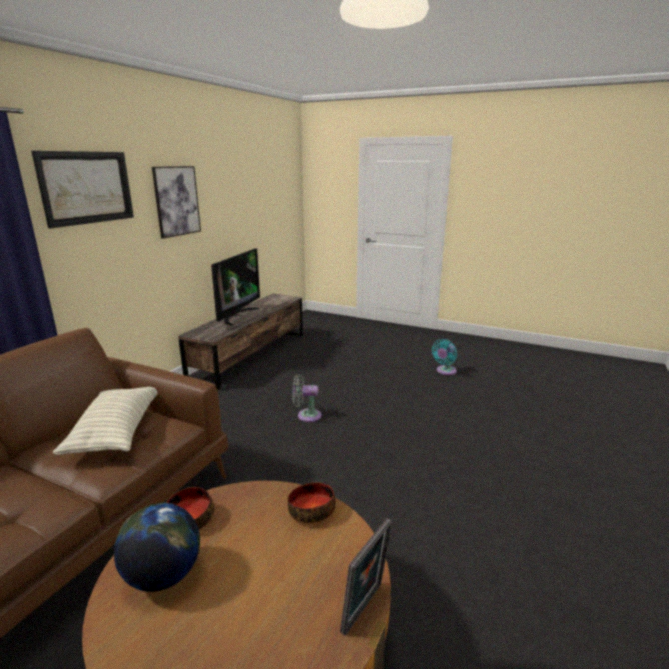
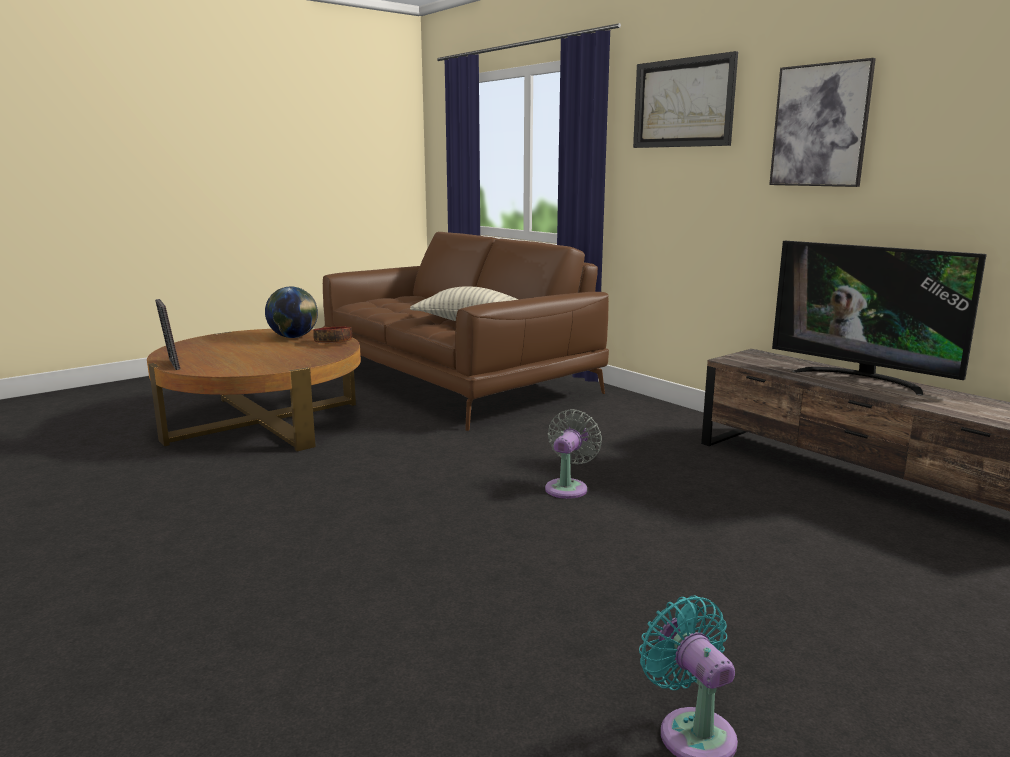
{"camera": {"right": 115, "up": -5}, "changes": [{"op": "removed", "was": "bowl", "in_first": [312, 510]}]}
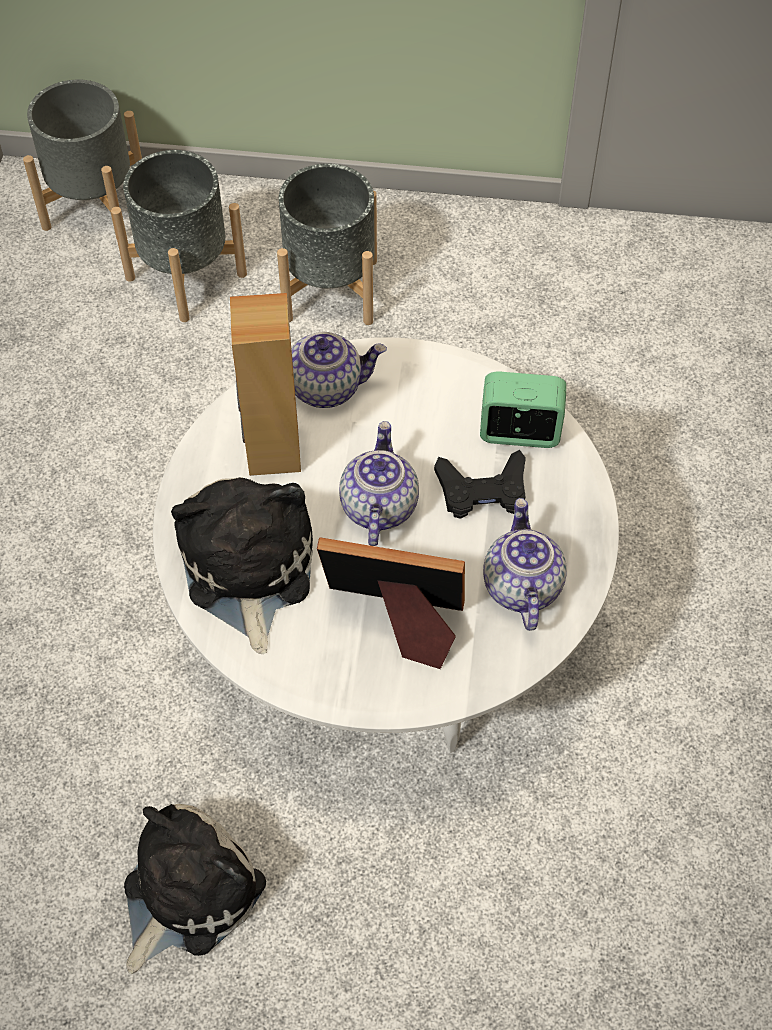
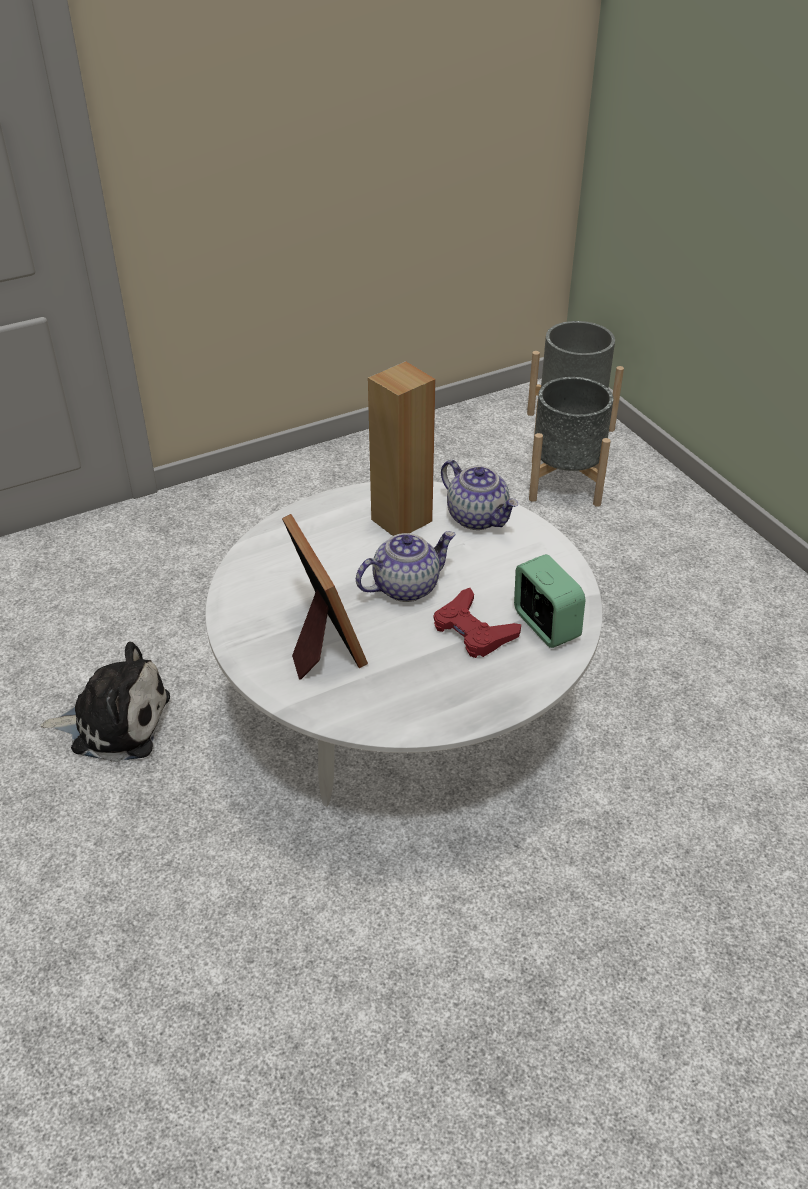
{"camera": {"right": 55, "up": -15}, "changes": [{"op": "removed", "was": "plush toy", "in_first": [247, 570]}, {"op": "removed", "was": "planter in grey", "in_first": [329, 289]}, {"op": "recoloured", "was": "game controller in black", "now": "game controller in red", "in_first": [482, 490], "in_second": [473, 630]}, {"op": "removed", "was": "teapot", "in_first": [520, 586]}]}
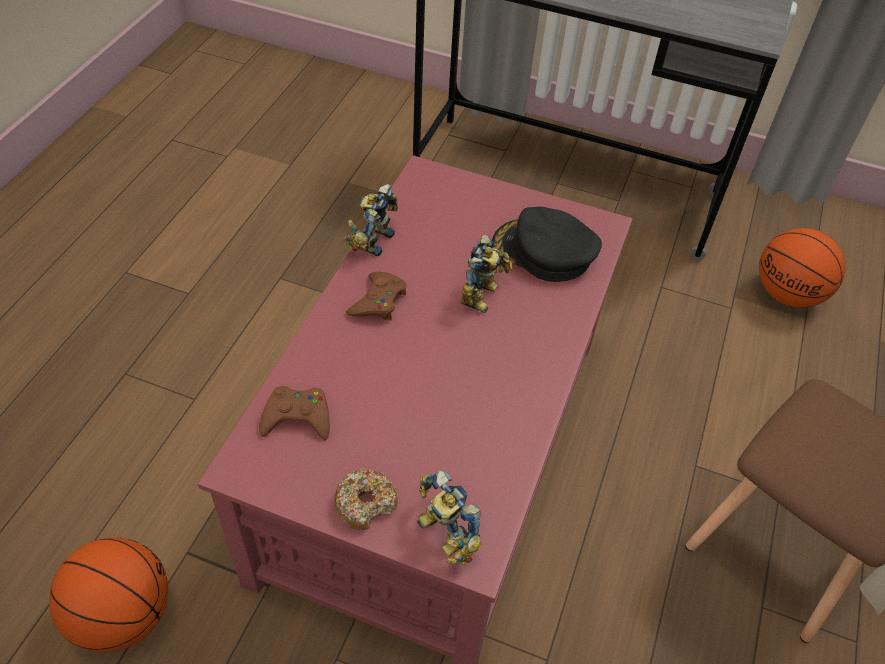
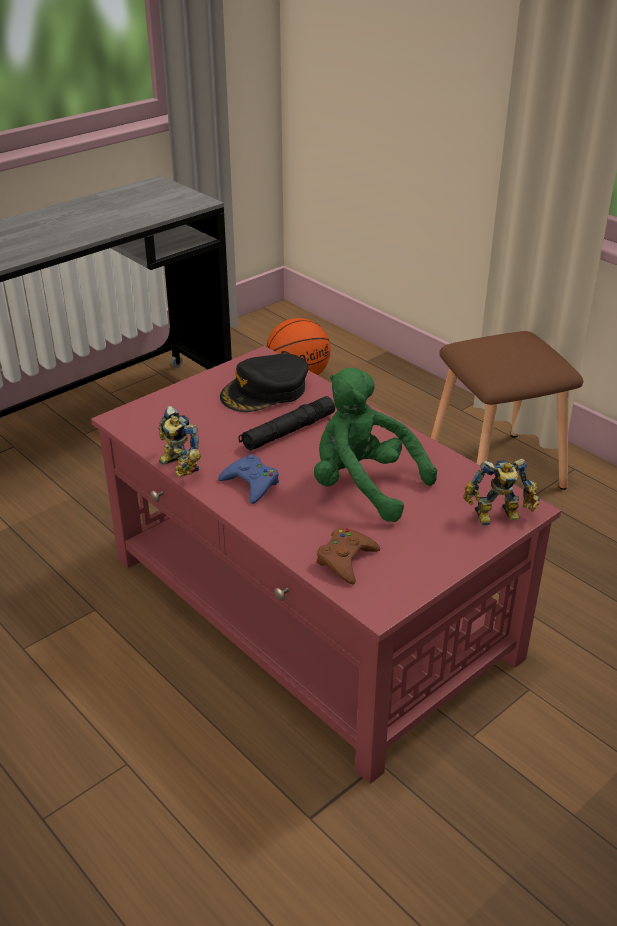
{"camera": {"right": -60, "up": -15}, "changes": [{"op": "removed", "was": "basketball", "in_first": [121, 614]}, {"op": "removed", "was": "donut", "in_first": [365, 503]}, {"op": "recoloured", "was": "game controller in brown", "now": "game controller in blue", "in_first": [378, 301], "in_second": [251, 484]}, {"op": "replaced", "was": "toy robot", "now": "flashlight in black", "in_first": [483, 296], "in_second": [288, 432]}, {"op": "added", "now": "plush toy in green", "in_second": [363, 486]}]}
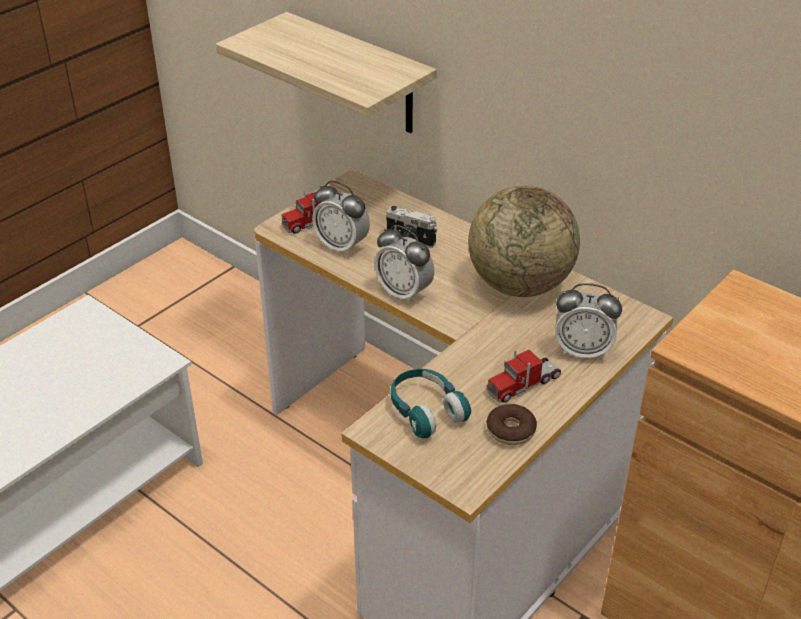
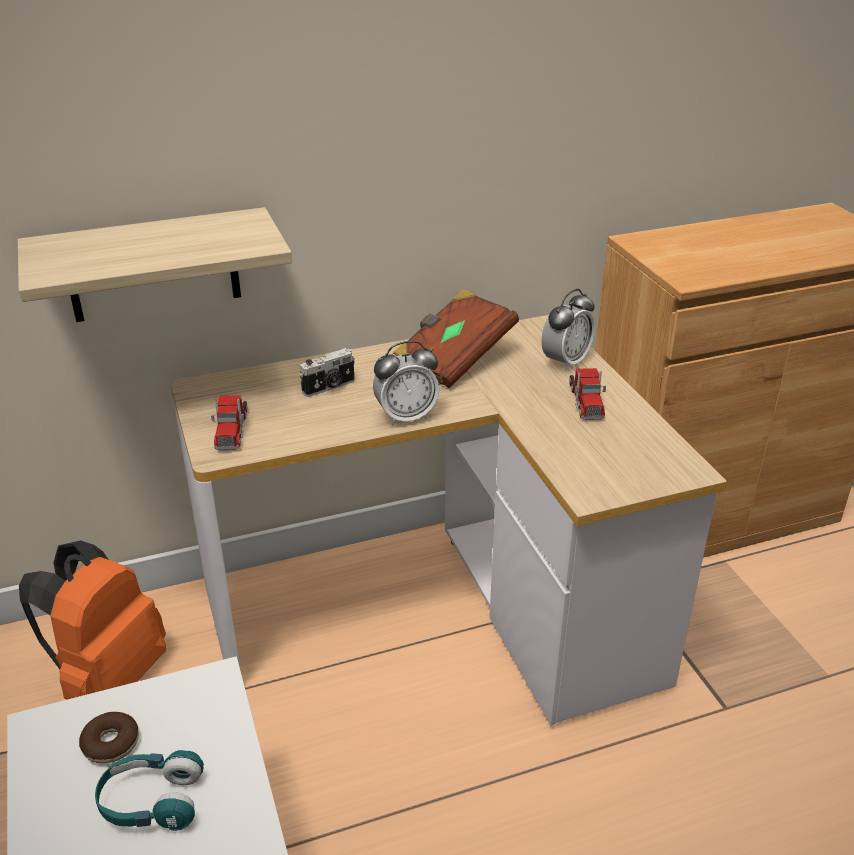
{"camera": {"right": -60, "up": -5}, "changes": [{"op": "removed", "was": "alarm clock", "in_first": [342, 246]}, {"op": "moved", "was": "headphones in turquoise", "in_first": [426, 411], "in_second": [151, 802]}, {"op": "replaced", "was": "globe", "now": "book in brown", "in_first": [519, 284], "in_second": [454, 358]}, {"op": "moved", "was": "donut", "in_first": [510, 430], "in_second": [111, 743]}, {"op": "added", "now": "backpack in orange", "in_second": [109, 677]}]}
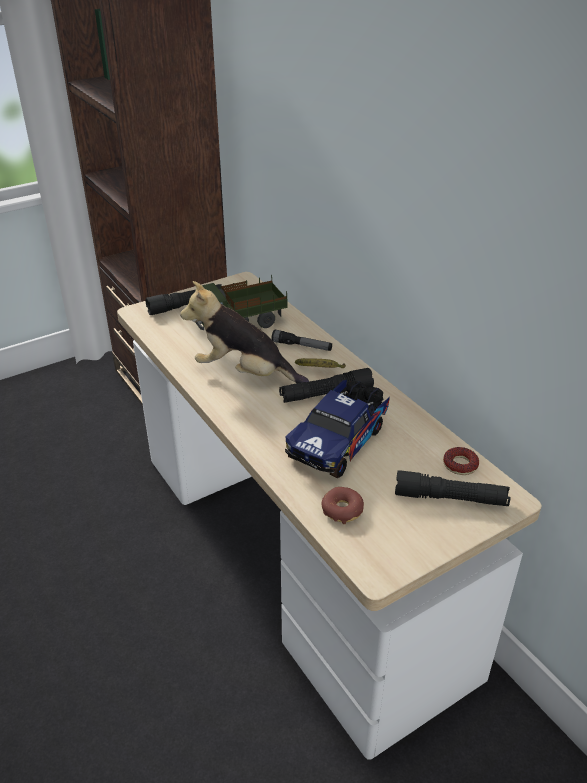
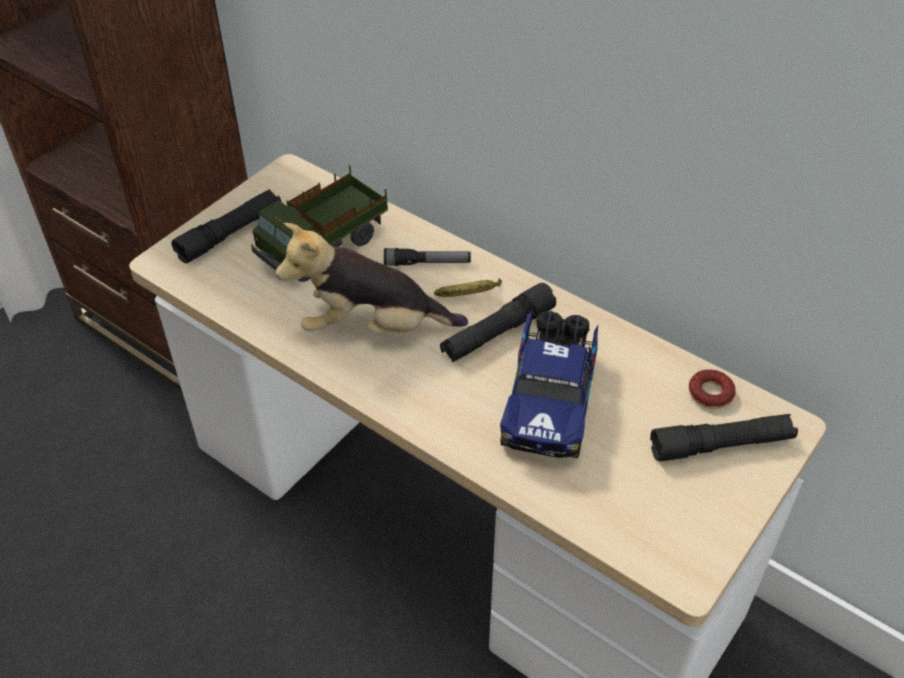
{"camera": {"right": -20, "up": 10}, "changes": [{"op": "removed", "was": "donut", "in_first": [342, 510]}]}
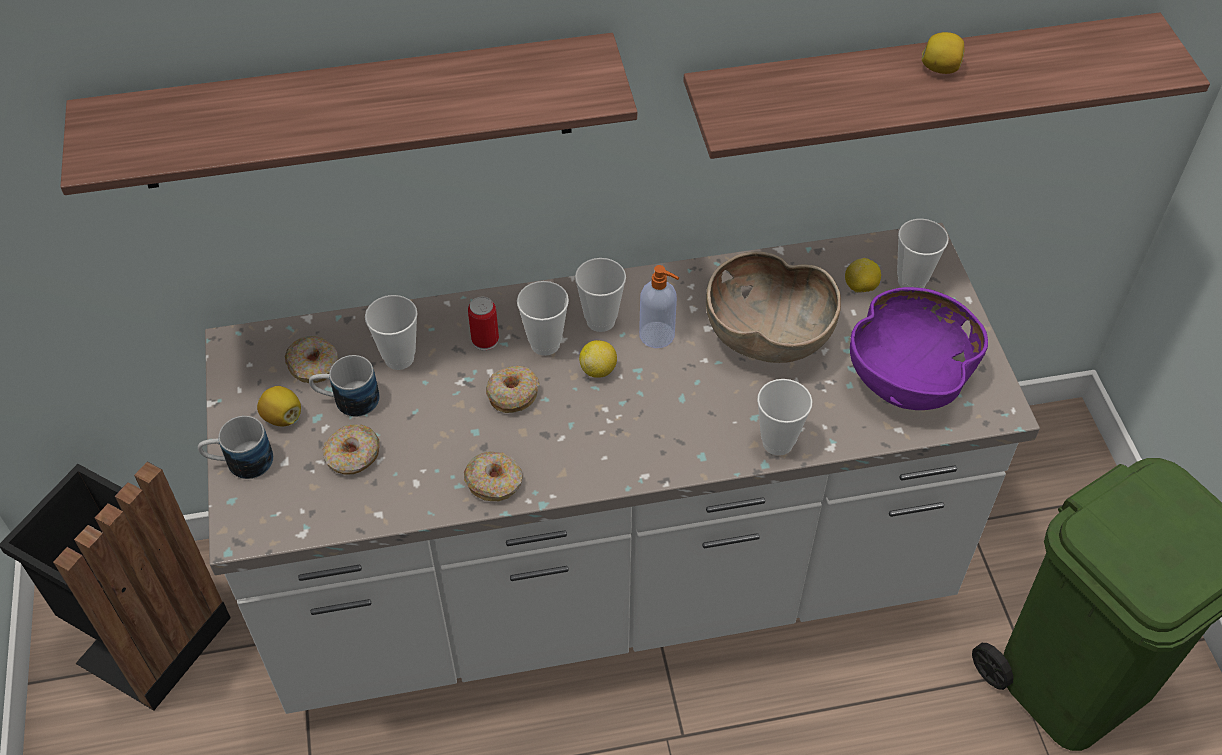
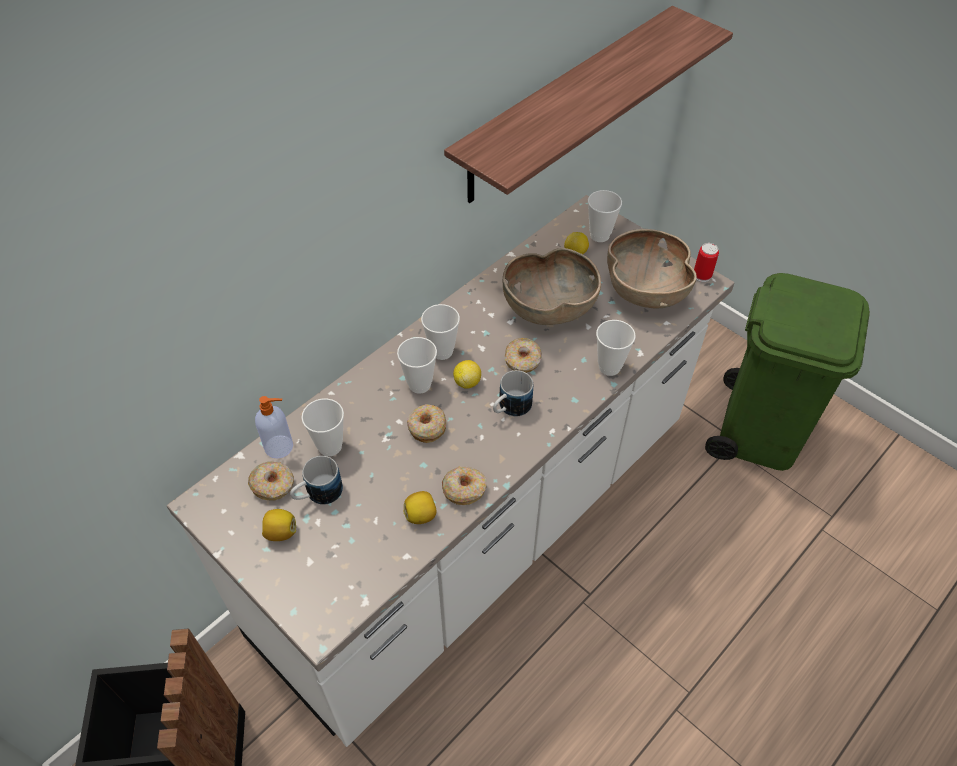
{"camera": {"right": -35, "up": 0}, "changes": [{"op": "removed", "was": "shelf", "in_first": [355, 112]}, {"op": "moved", "was": "mug", "in_first": [240, 463], "in_second": [510, 408]}, {"op": "moved", "was": "donut", "in_first": [353, 456], "in_second": [523, 360]}, {"op": "moved", "was": "can", "in_first": [485, 340], "in_second": [702, 275]}, {"op": "moved", "was": "soap dispenser", "in_first": [658, 335], "in_second": [280, 447]}, {"op": "recoloured", "was": "bowl in purple", "now": "bowl in brown", "in_first": [907, 376], "in_second": [644, 290]}, {"op": "moved", "was": "lemon", "in_first": [940, 68], "in_second": [421, 515]}]}
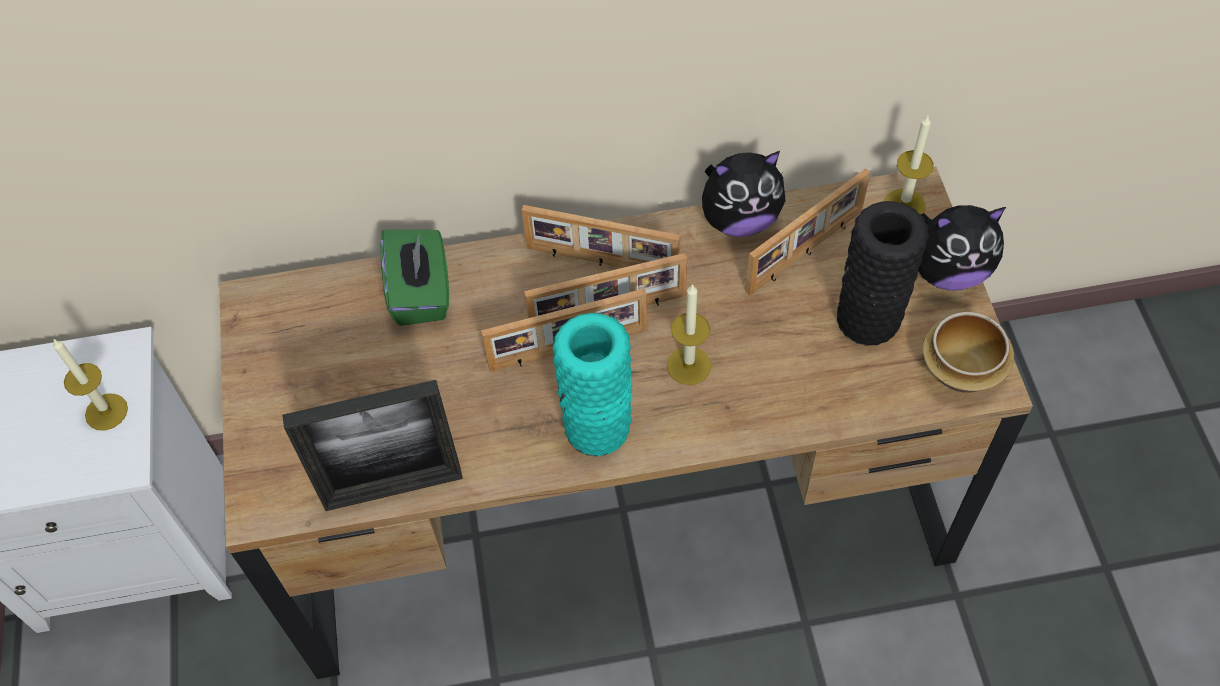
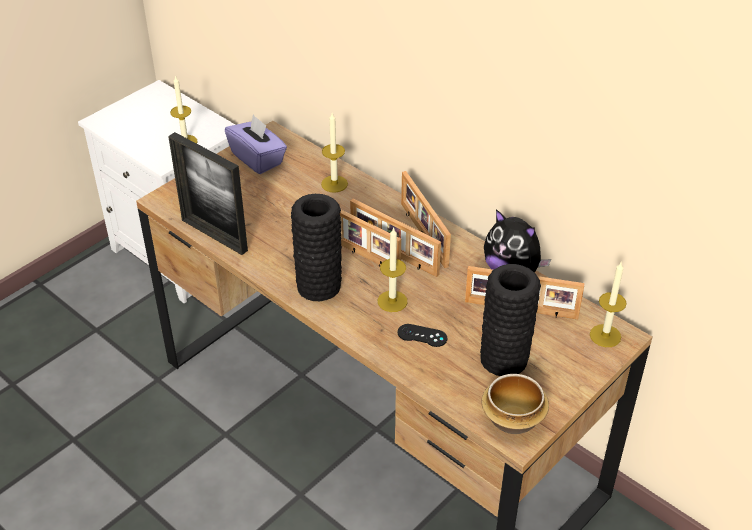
{"camera": {"right": 50, "up": -15}, "changes": [{"op": "replaced", "was": "tissue box in green", "now": "candle", "in_first": [421, 293], "in_second": [334, 184]}, {"op": "recoloured", "was": "vase in turquoise", "now": "vase in black", "in_first": [597, 426], "in_second": [319, 286]}, {"op": "removed", "was": "plush toy", "in_first": [948, 272]}, {"op": "added", "now": "tissue box in purple", "in_second": [258, 159]}, {"op": "added", "now": "game controller in black", "in_second": [422, 335]}]}
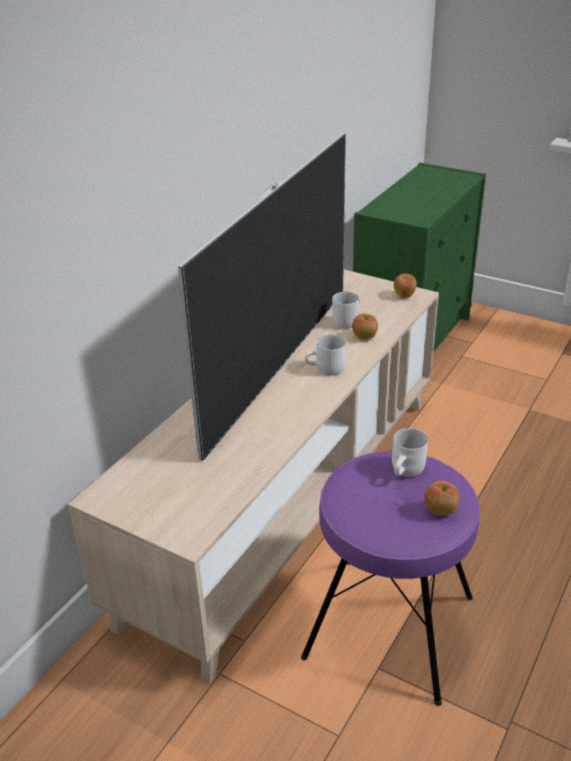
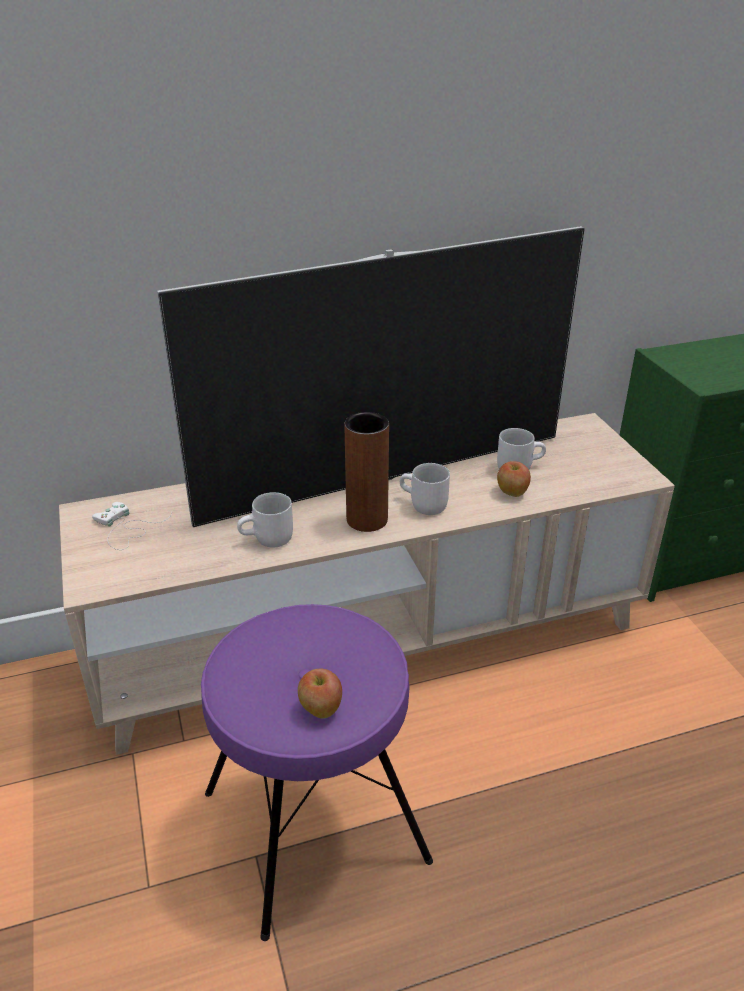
{"camera": {"right": 40, "up": 0}, "changes": [{"op": "moved", "was": "mug in white", "in_first": [408, 471], "in_second": [268, 540]}, {"op": "removed", "was": "apple", "in_first": [404, 296]}, {"op": "added", "now": "game controller in white", "in_second": [126, 529]}, {"op": "added", "now": "vase in brown", "in_second": [367, 520]}]}
